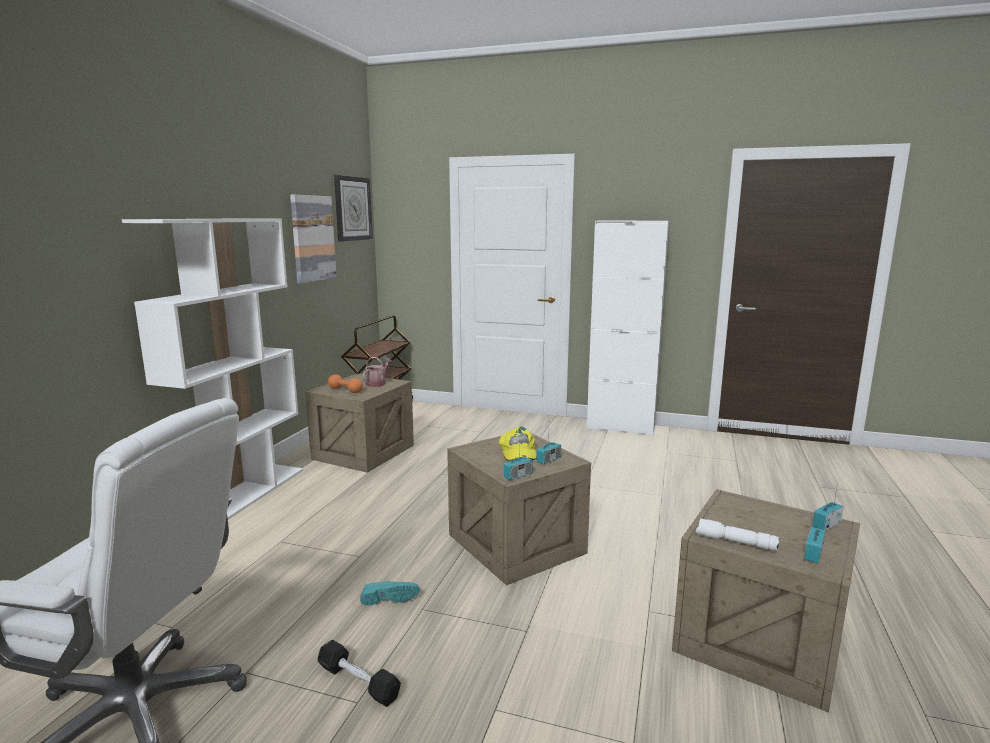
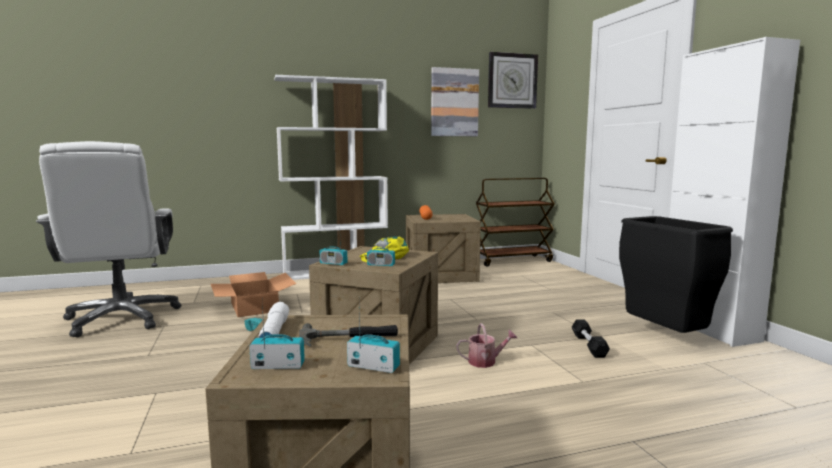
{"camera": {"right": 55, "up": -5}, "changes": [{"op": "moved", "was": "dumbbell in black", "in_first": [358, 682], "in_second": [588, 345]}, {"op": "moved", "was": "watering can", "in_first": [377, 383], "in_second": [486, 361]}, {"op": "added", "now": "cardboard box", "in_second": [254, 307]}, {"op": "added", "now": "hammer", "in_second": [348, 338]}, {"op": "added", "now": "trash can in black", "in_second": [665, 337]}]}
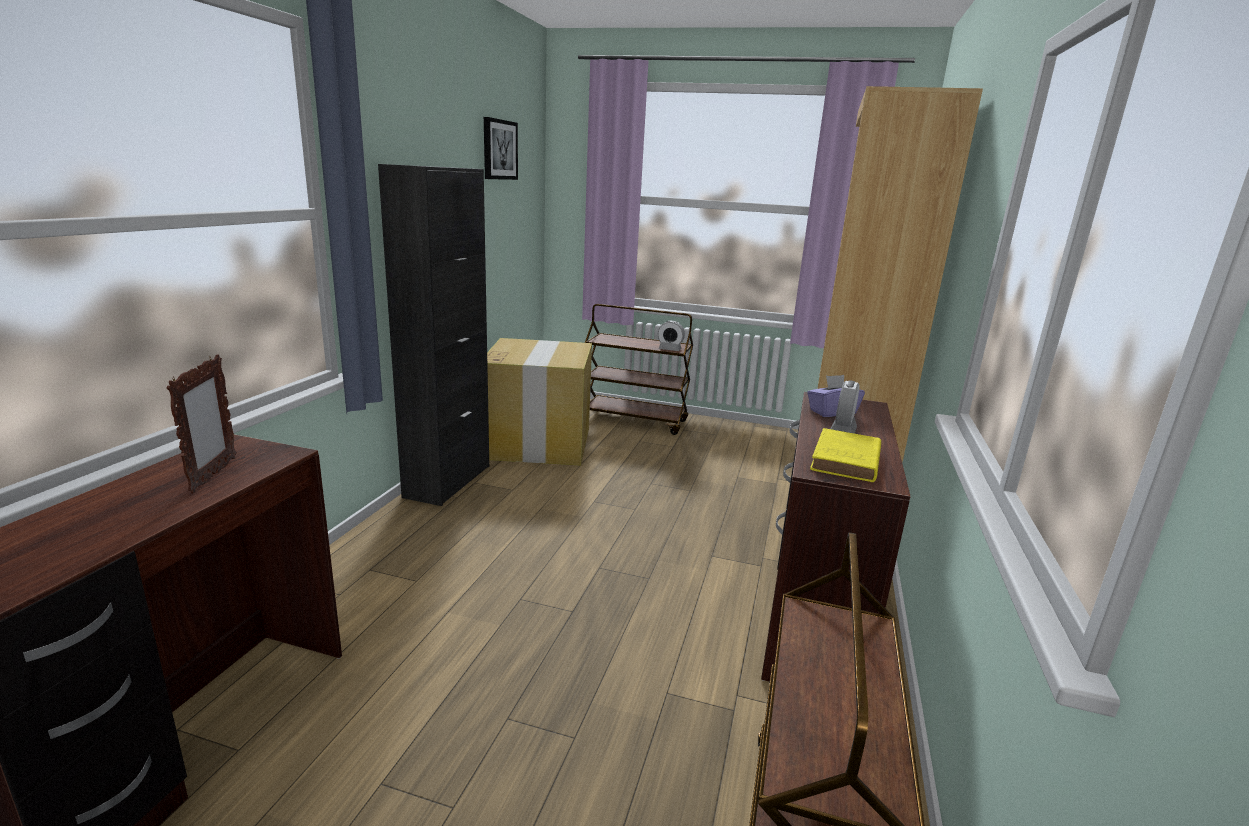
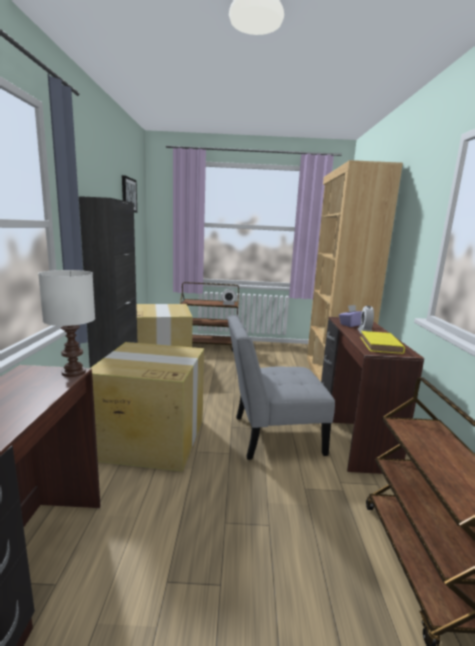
{"camera": {"right": -15, "up": -5}, "changes": [{"op": "removed", "was": "picture frame", "in_first": [213, 475]}, {"op": "added", "now": "table lamp in white", "in_second": [74, 372]}, {"op": "added", "now": "cardboard box", "in_second": [150, 438]}, {"op": "added", "now": "chair in grey", "in_second": [271, 435]}]}
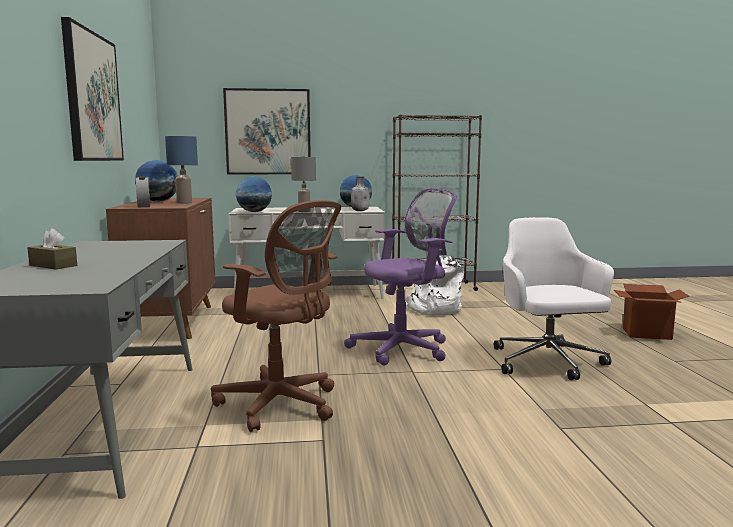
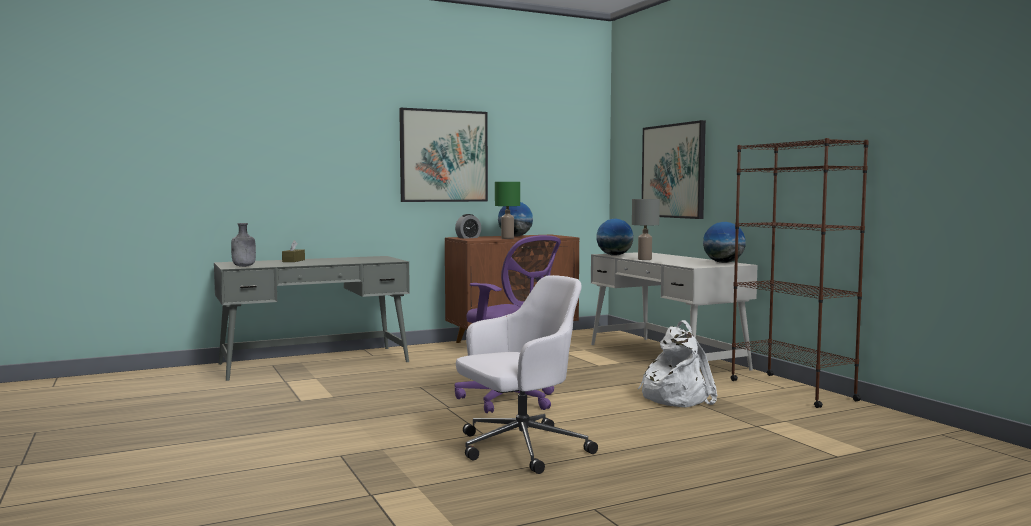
{"camera": {"right": 70, "up": -5}, "changes": [{"op": "recoloured", "was": "table lamp in blue", "now": "table lamp in green", "in_first": [184, 203], "in_second": [507, 238]}, {"op": "removed", "was": "office chair in brown", "in_first": [281, 405]}, {"op": "moved", "was": "bottle in grey", "in_first": [360, 211], "in_second": [244, 266]}, {"op": "removed", "was": "cardboard box", "in_first": [646, 334]}]}
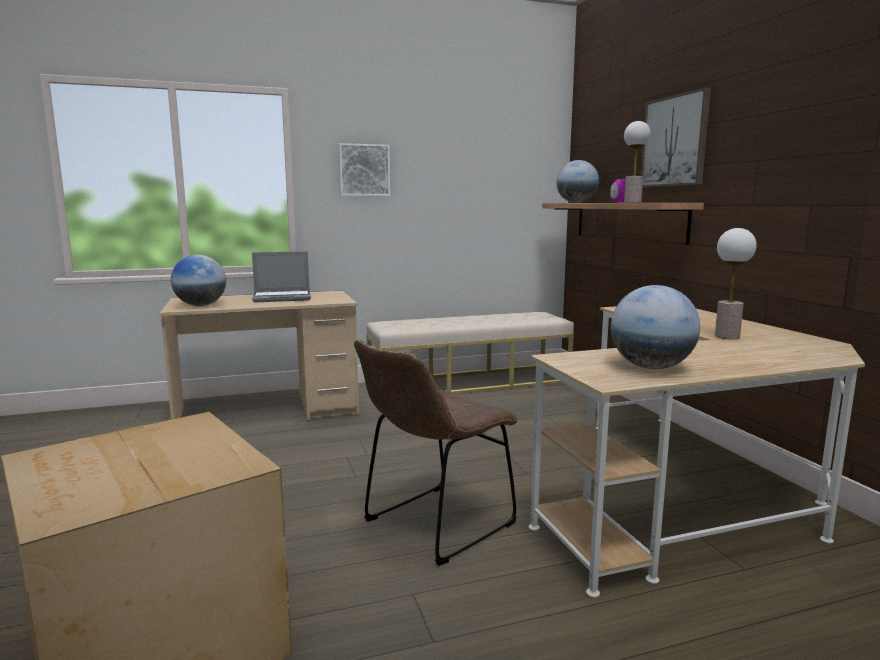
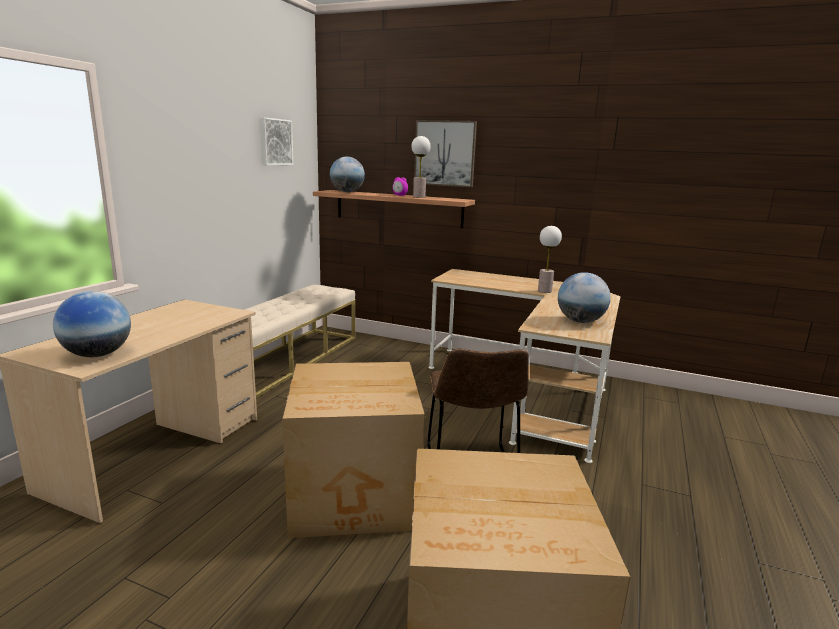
{"camera": {"right": -50, "up": 5}, "changes": [{"op": "removed", "was": "laptop", "in_first": [283, 298]}, {"op": "moved", "was": "picture", "in_first": [364, 170], "in_second": [275, 142]}, {"op": "added", "now": "cardboard box", "in_second": [356, 494]}]}
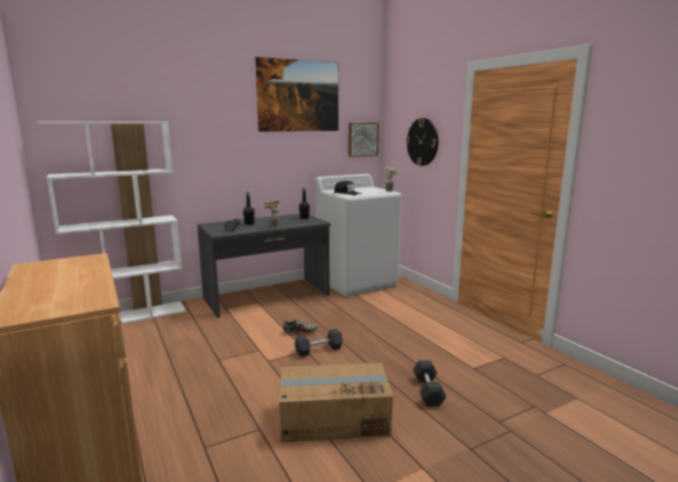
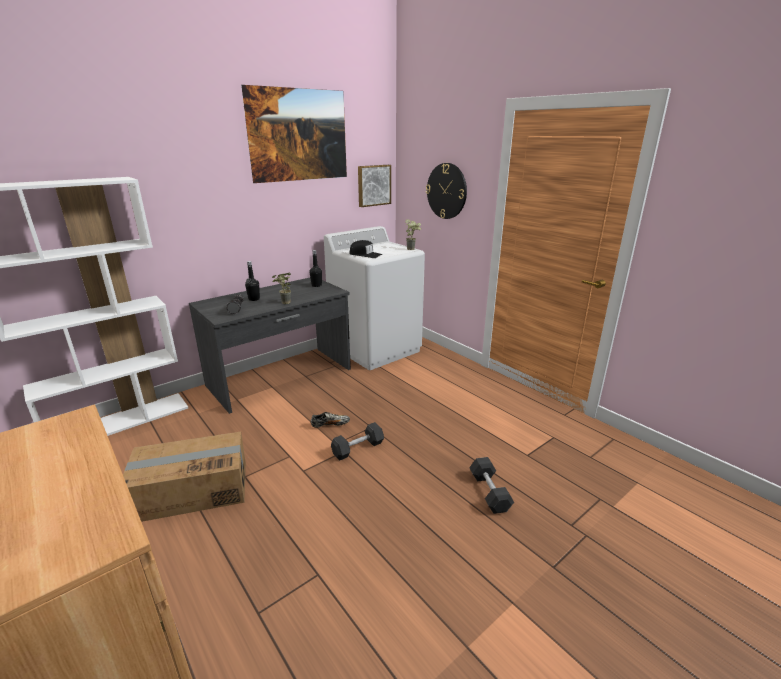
{"camera": {"right": -10, "up": 10}, "changes": [{"op": "moved", "was": "cardboard box", "in_first": [333, 418], "in_second": [192, 490]}]}
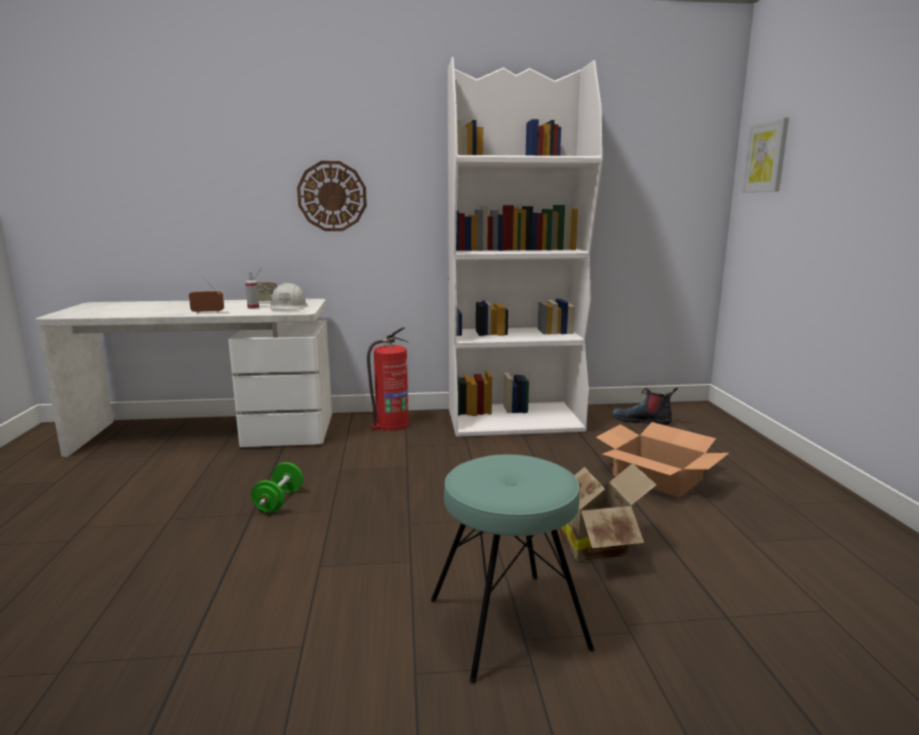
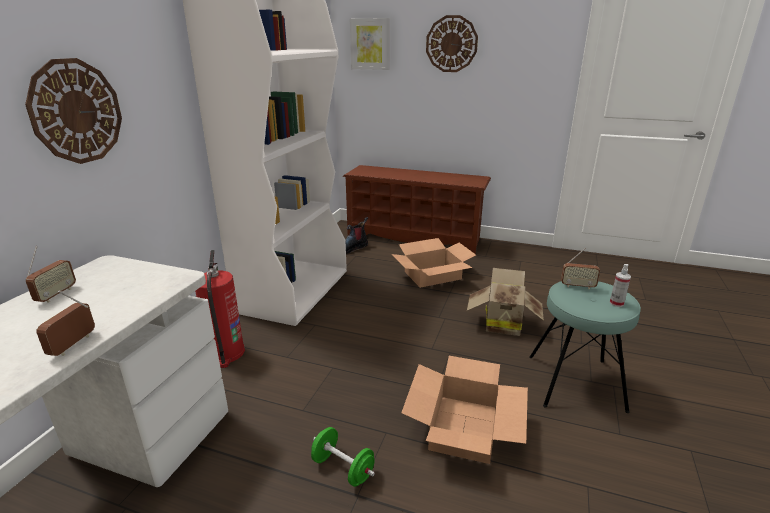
{"camera": {"right": -65, "up": 10}, "changes": [{"op": "moved", "was": "spray bottle", "in_first": [253, 308], "in_second": [616, 303]}, {"op": "removed", "was": "hard hat in white", "in_first": [288, 307]}, {"op": "added", "now": "shoe rack in brown", "in_second": [415, 237]}, {"op": "added", "now": "cardboard box", "in_second": [464, 428]}, {"op": "added", "now": "wall clock", "in_second": [451, 44]}, {"op": "added", "now": "radio", "in_second": [577, 286]}]}
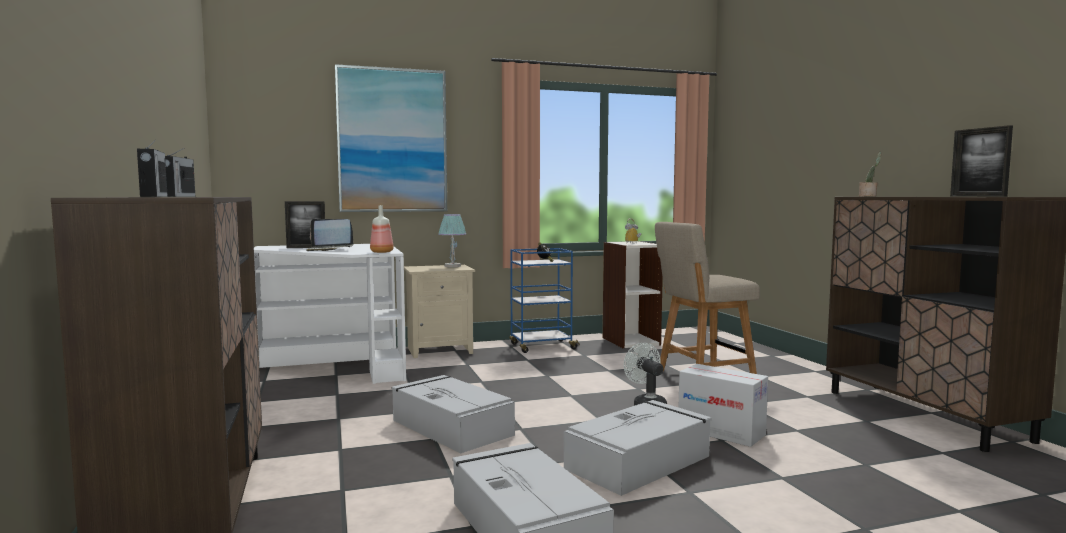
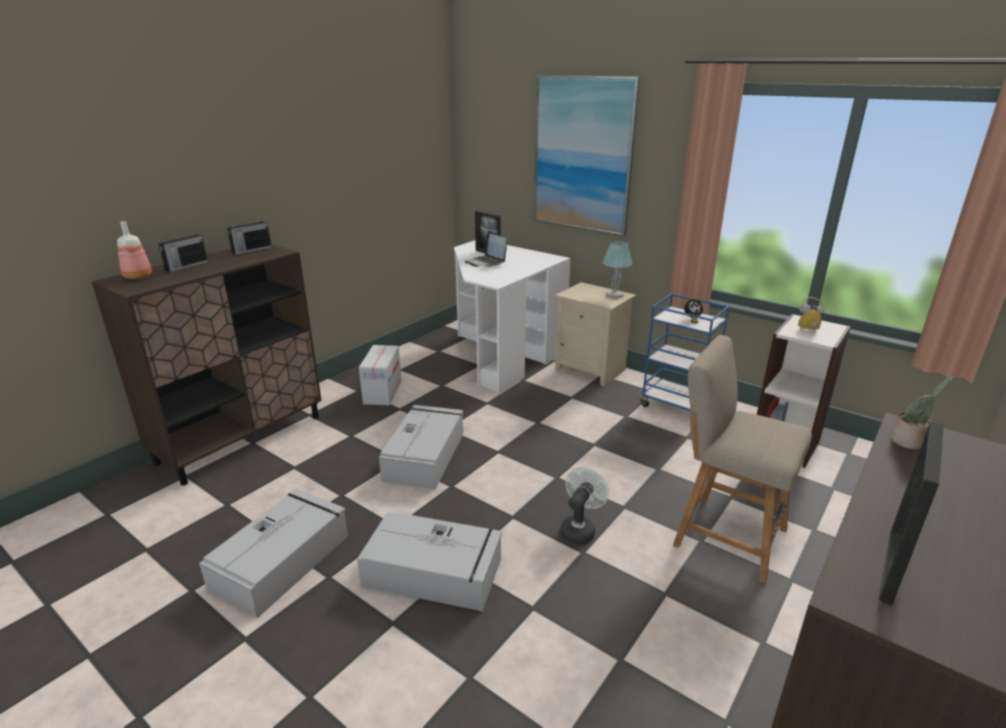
{"camera": {"right": 55, "up": 20}, "changes": [{"op": "moved", "was": "bottle", "in_first": [382, 252], "in_second": [139, 277]}, {"op": "moved", "was": "cardboard box", "in_first": [721, 432], "in_second": [382, 392]}]}
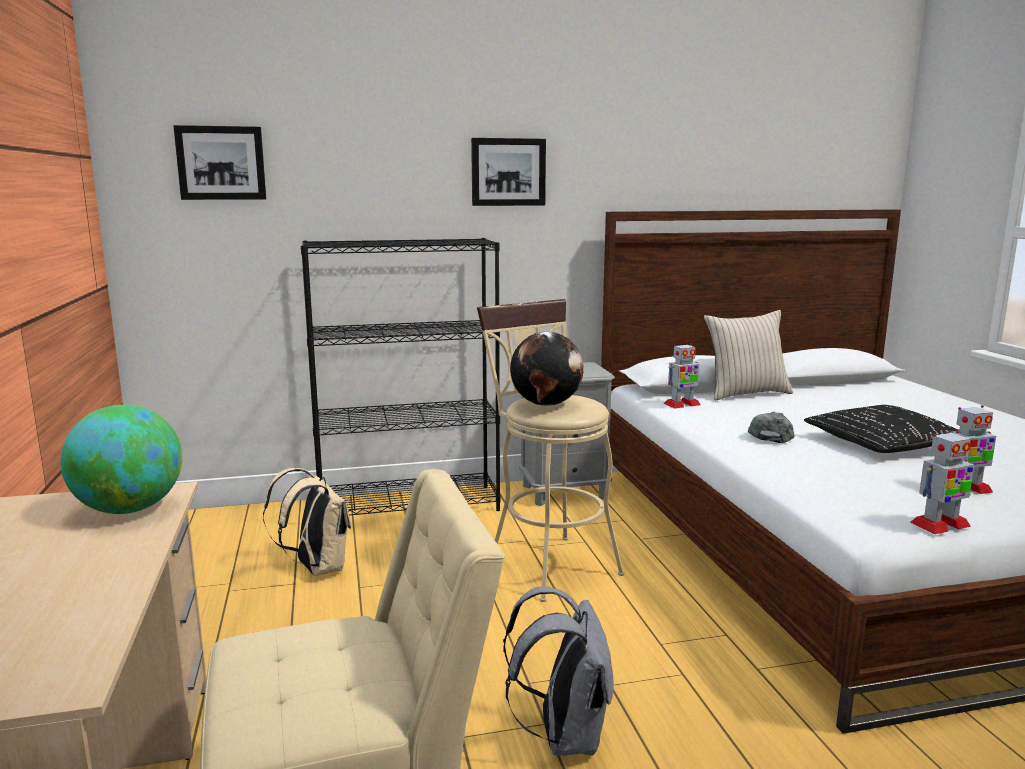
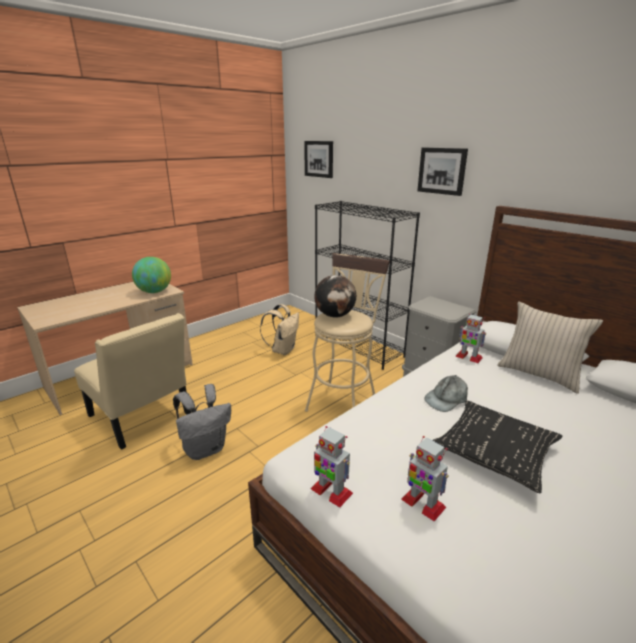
{"camera": {"right": 60, "up": 10}, "changes": [{"op": "turned", "was": "cap in grey", "in_first": [771, 434], "in_second": [446, 398], "clockwise": 150}]}
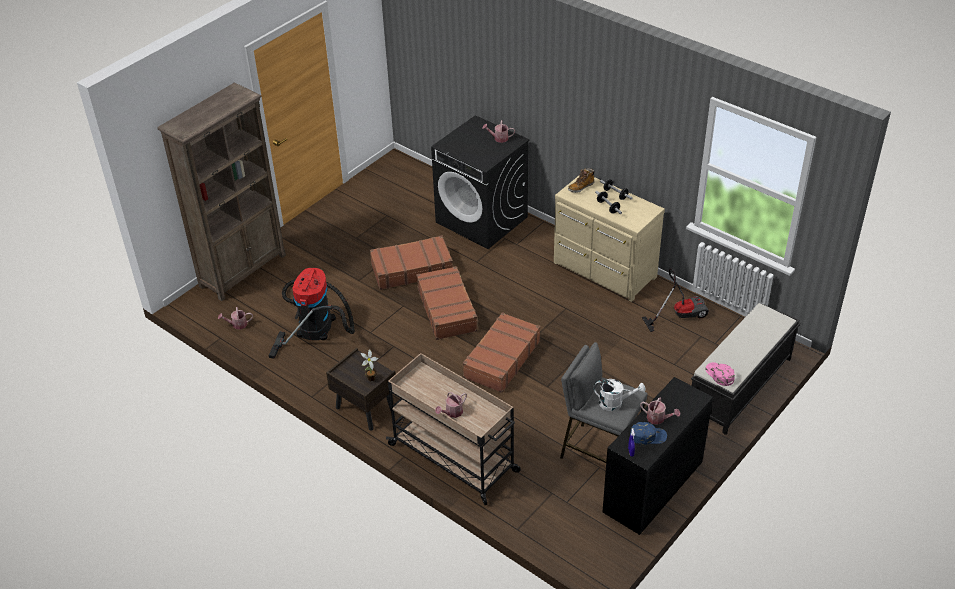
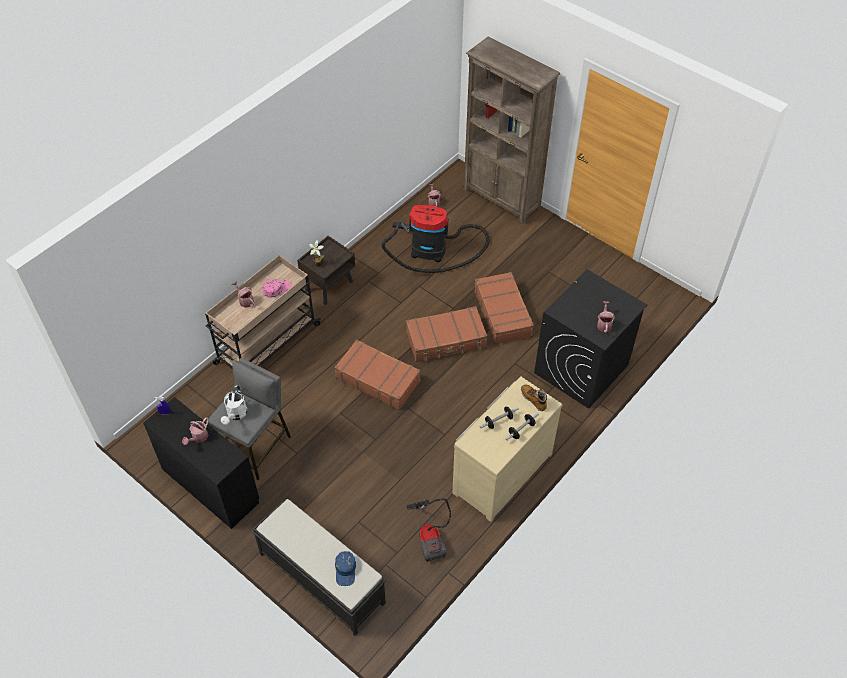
{"camera": {"right": 90, "up": 10}, "changes": [{"op": "moved", "was": "cap in blue", "in_first": [648, 436], "in_second": [346, 570]}, {"op": "moved", "was": "cap in pink", "in_first": [719, 375], "in_second": [276, 289]}]}
